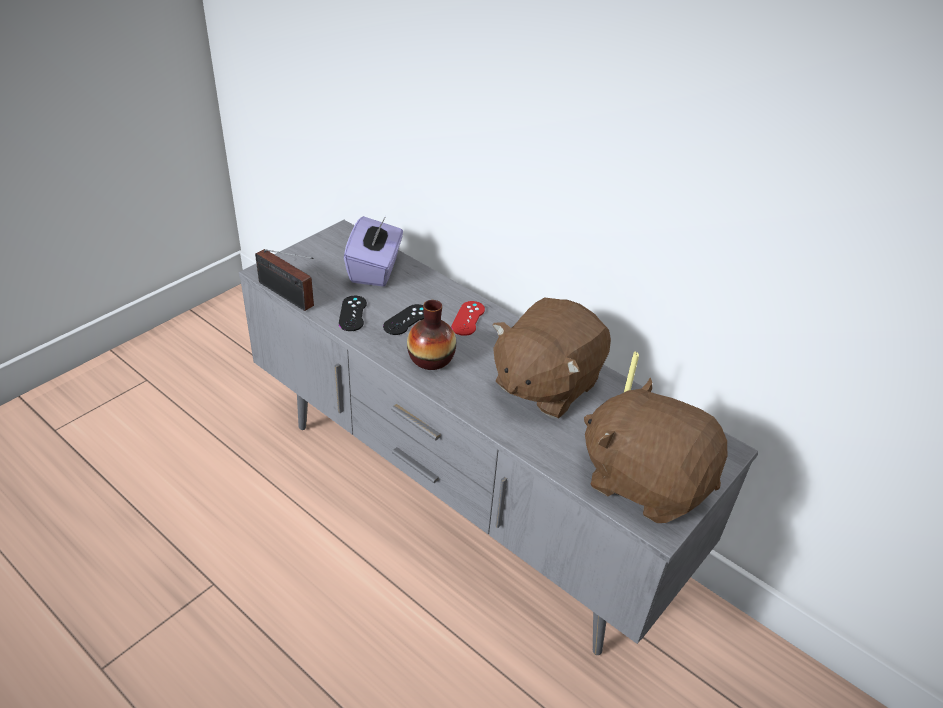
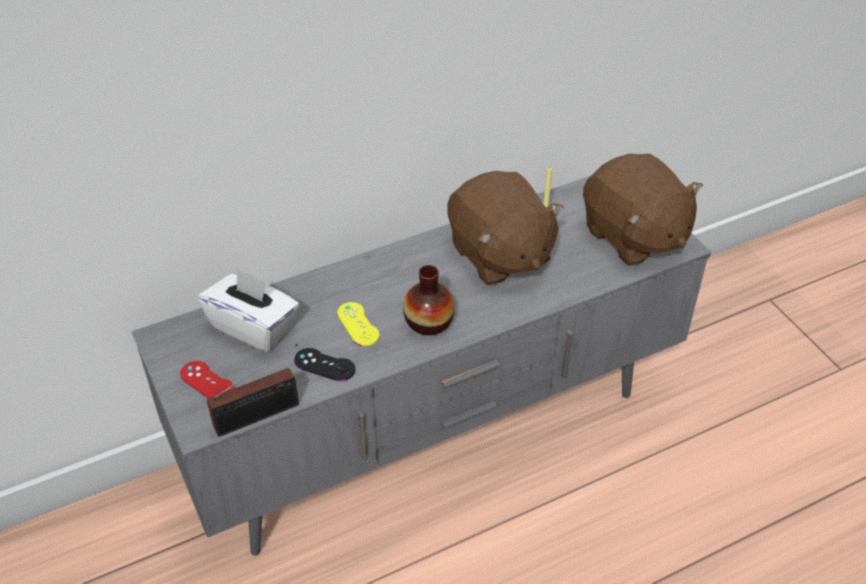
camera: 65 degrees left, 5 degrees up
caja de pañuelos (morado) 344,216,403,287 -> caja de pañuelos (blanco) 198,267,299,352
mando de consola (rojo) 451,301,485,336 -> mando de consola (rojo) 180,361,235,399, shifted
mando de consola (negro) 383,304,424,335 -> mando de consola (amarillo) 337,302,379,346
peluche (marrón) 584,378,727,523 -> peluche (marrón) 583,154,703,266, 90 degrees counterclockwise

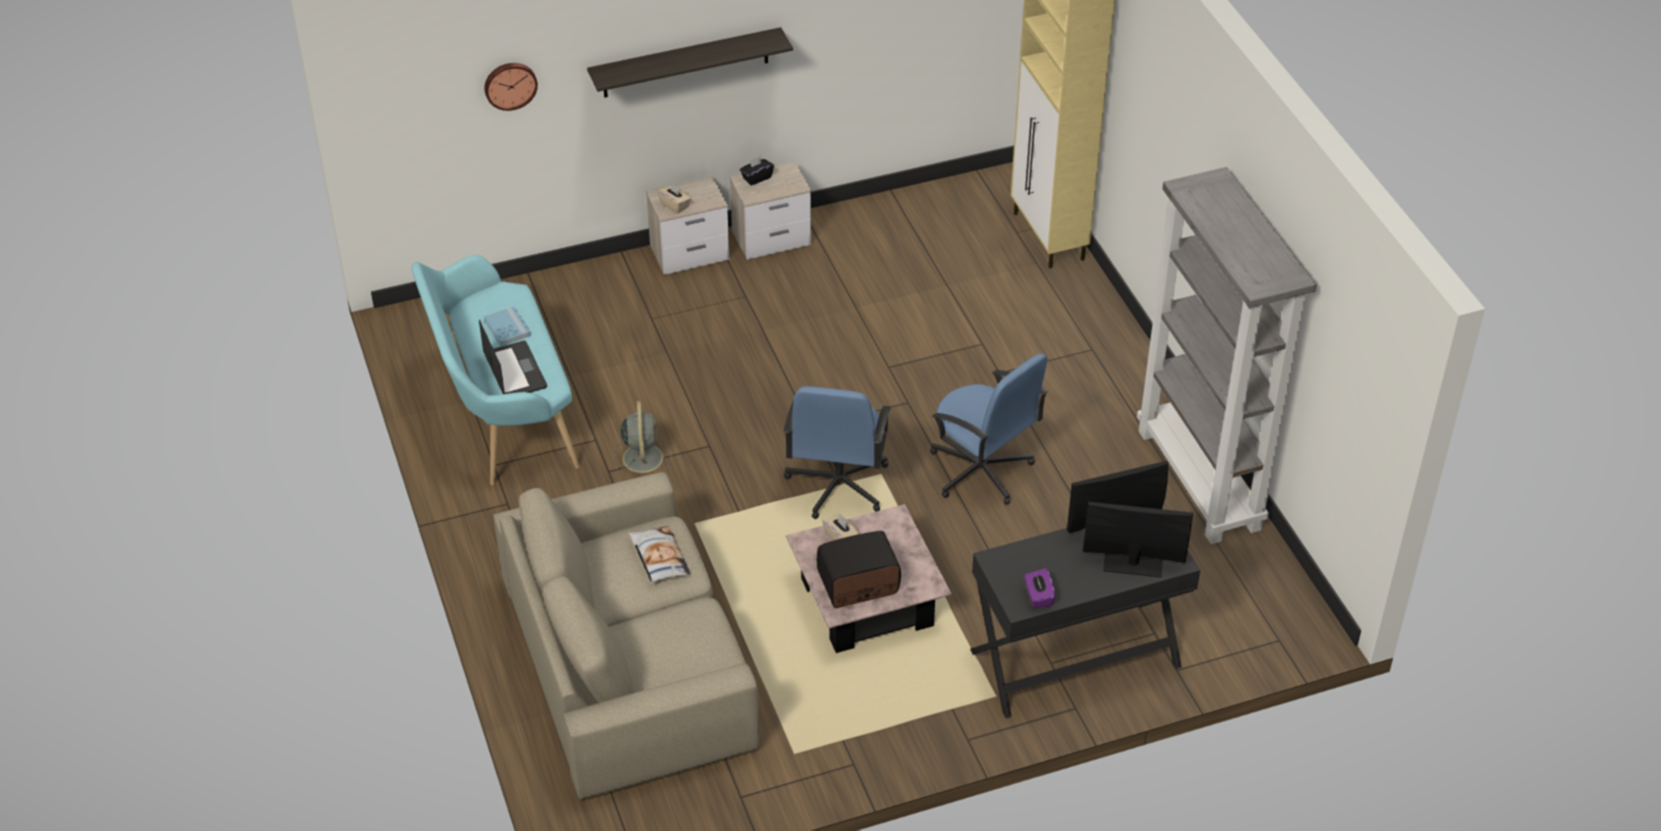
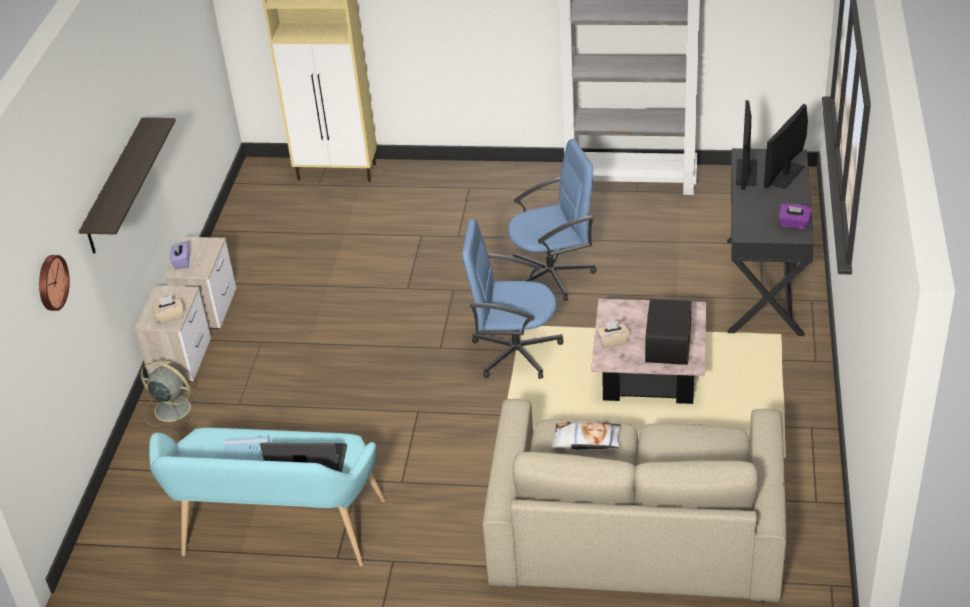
camera: 60 degrees left, 5 degrees down
caja de pañuelos (negro) 740,156,774,185 -> caja de pañuelos (morado) 170,241,190,269
silla de oficina (azul) 784,386,891,519 -> silla de oficina (azul) 462,218,563,379, 150 degrees clockwise
ventilador (gris) 613,401,672,479 -> ventilador (gris) 141,362,199,427, shifted

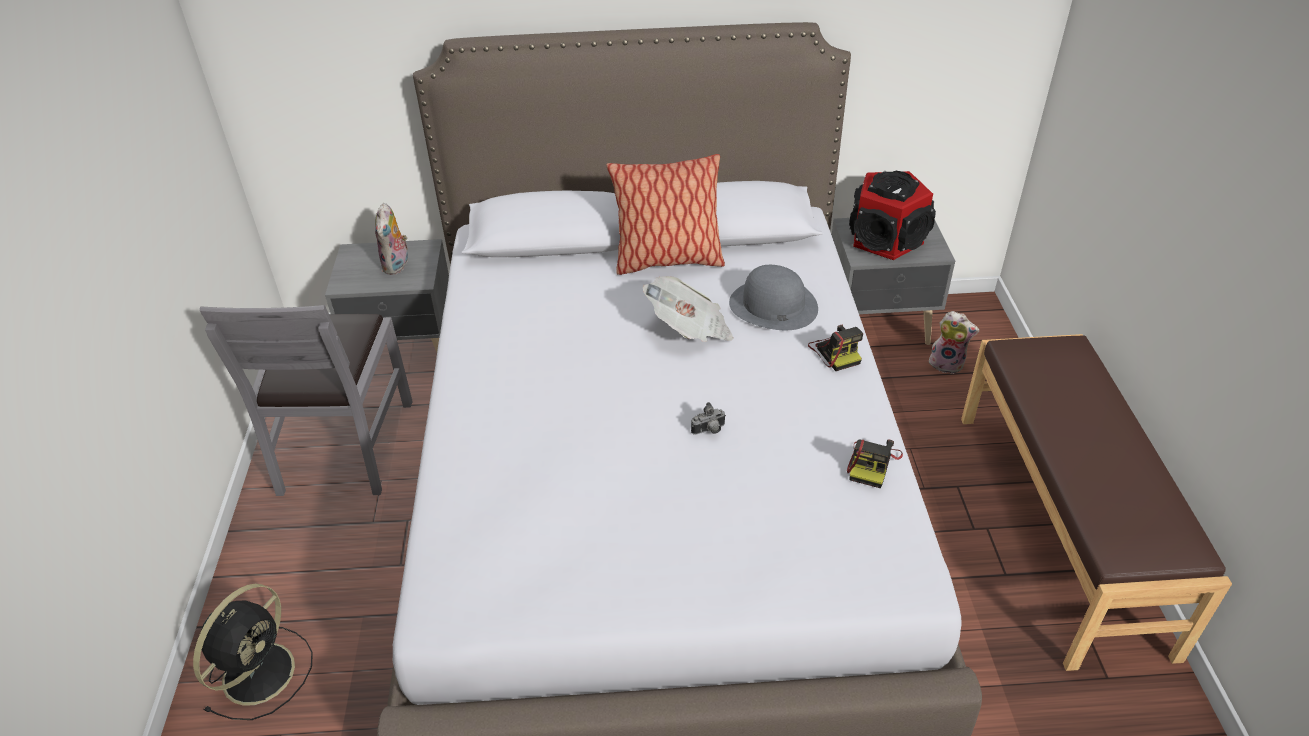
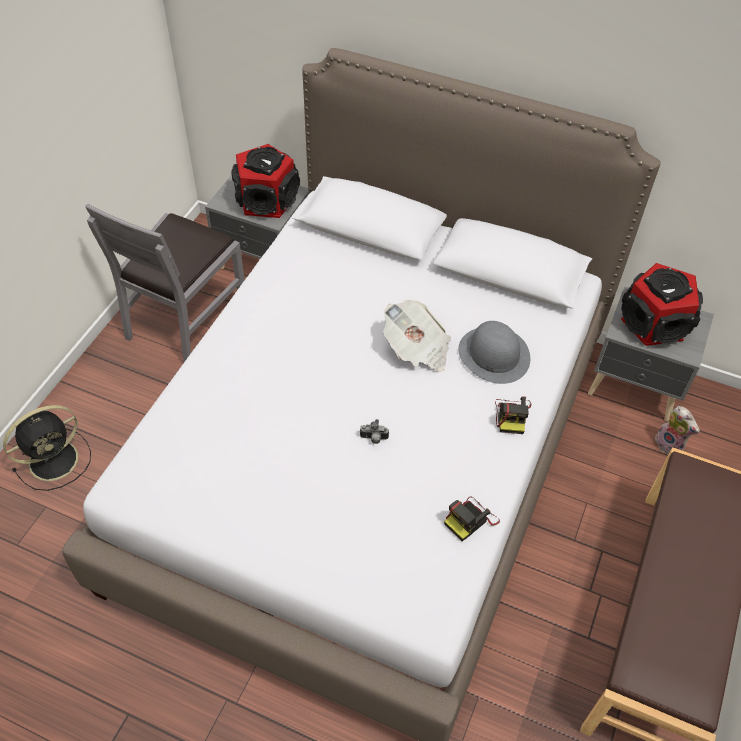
camera: 25 degrees right, 10 degrees up
cojín 606,154,725,275 -> none
peluche 375,203,408,275 -> altavoz 231,144,300,218

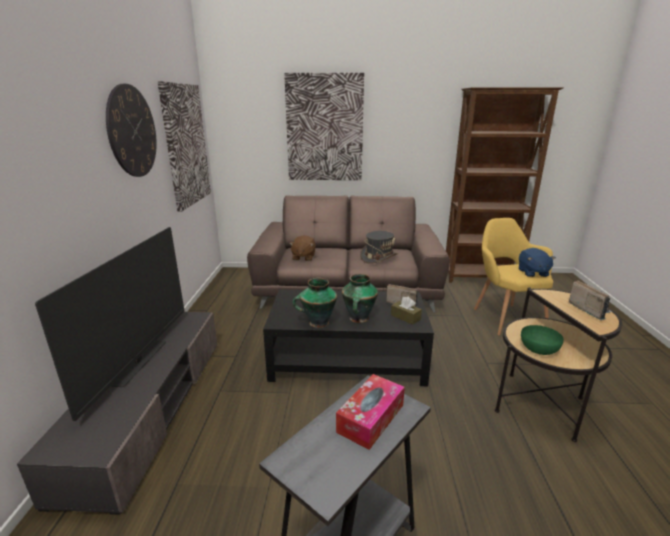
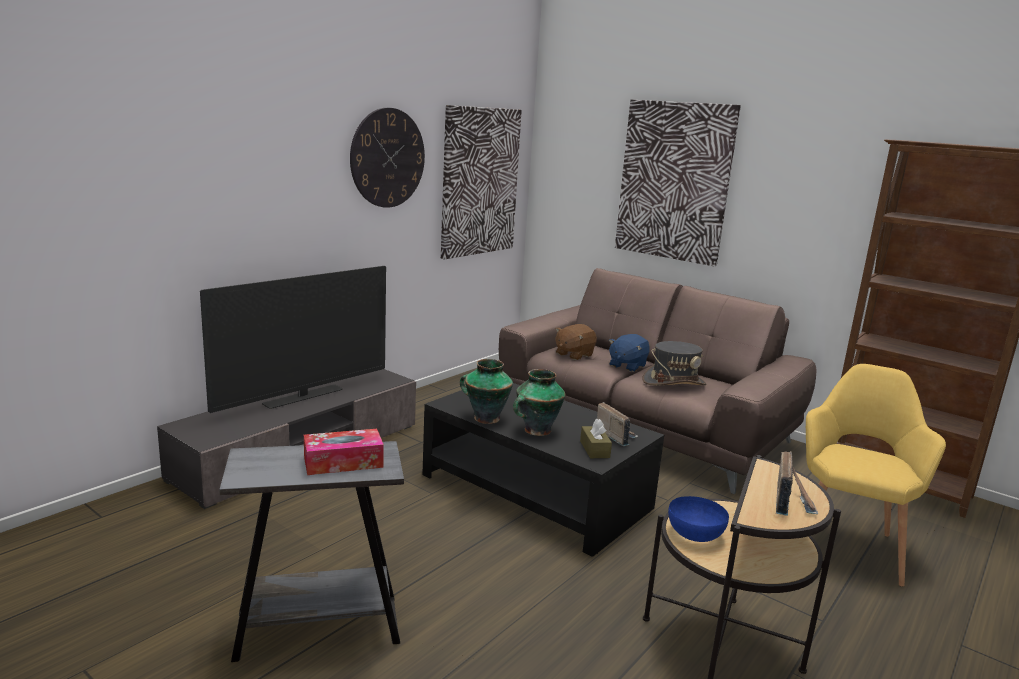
camera: 35 degrees right, 5 degrees down
peluche (azul) 519,248,556,277 -> peluche (azul) 609,334,649,372, shifted
cuenco (verde) 521,325,564,355 -> cuenco (azul) 668,496,729,542

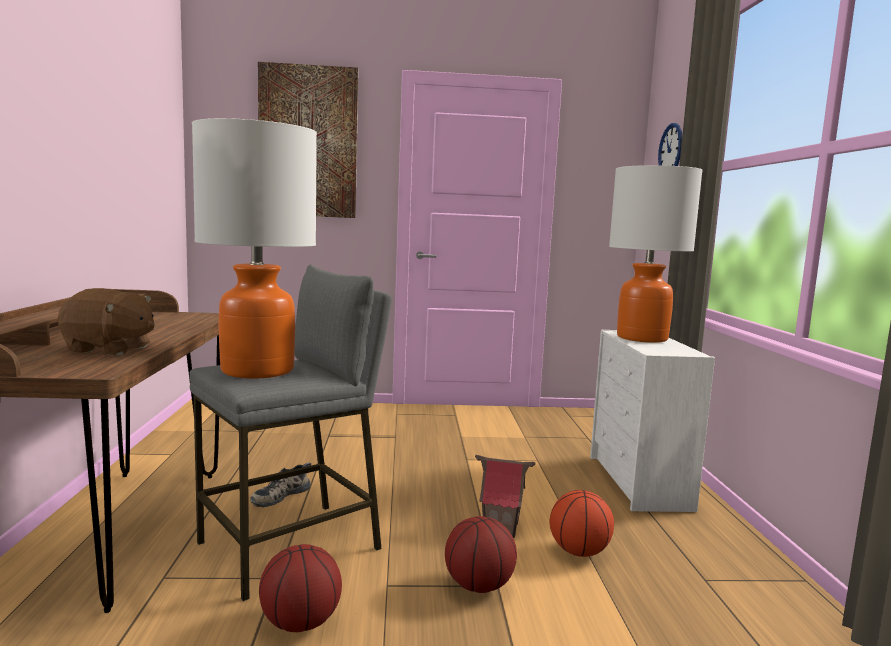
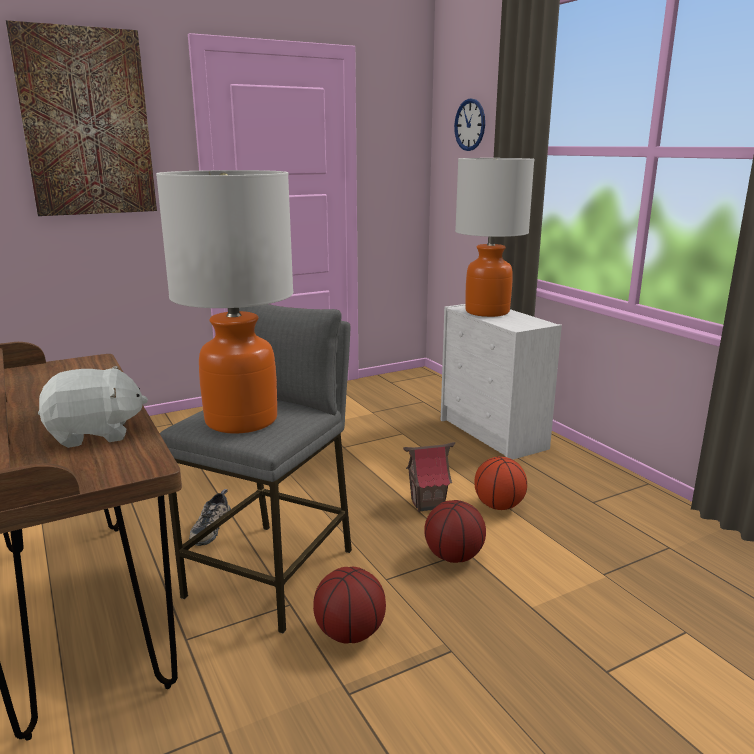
camera: 25 degrees left, 10 degrees up
peluche (marrón) 58,288,155,355 -> peluche (blanco) 38,366,148,448

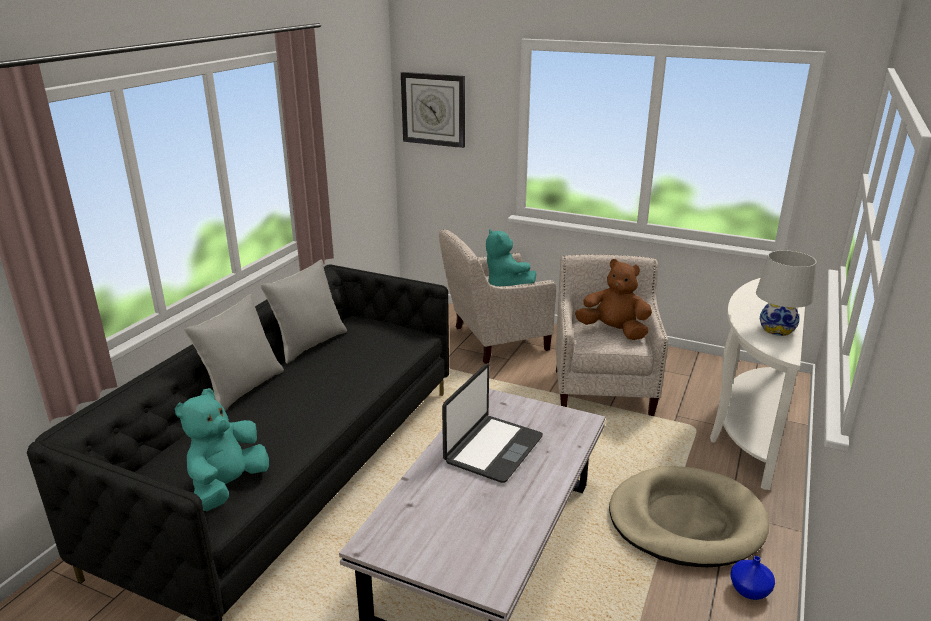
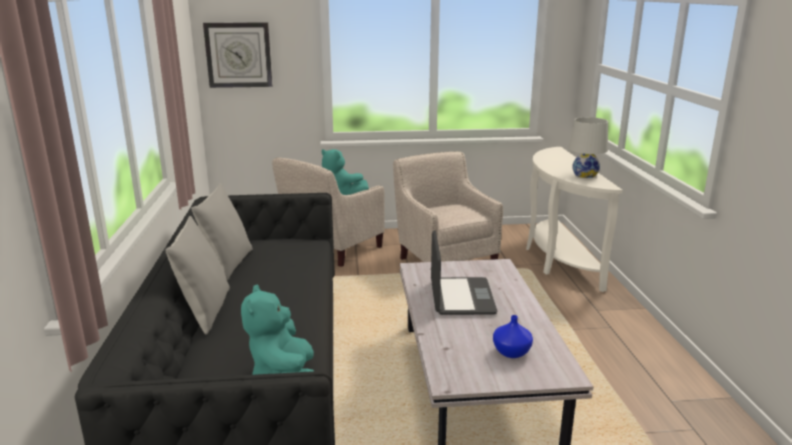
camera: 30 degrees left, 5 degrees down
peluche (marrón) 575,259,652,340 -> none
cama para perro (beis) 609,466,769,567 -> none
florero (azul) 730,556,775,600 -> florero (azul) 493,315,533,358, shifted

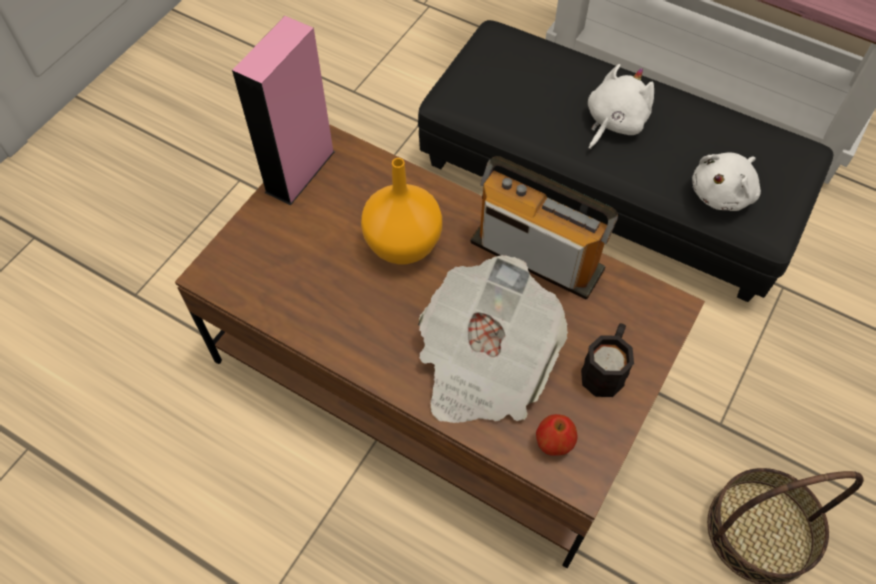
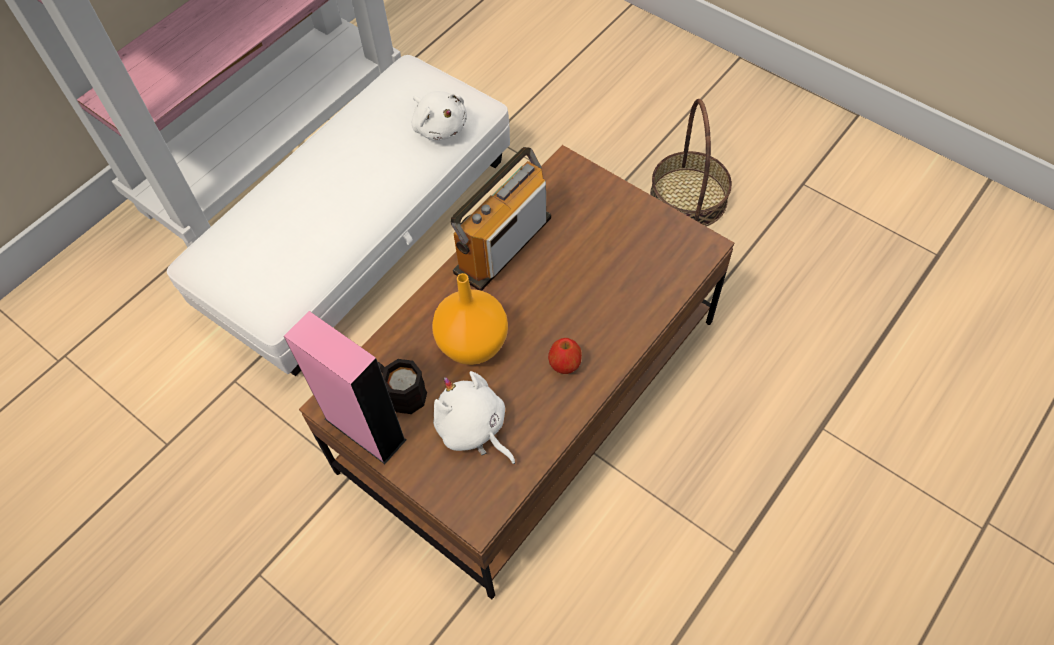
camera: 80 degrees left, 0 degrees up
puf (negro) 418,20,833,302 -> puf (blanco) 167,55,510,376
peluche (blanco) 588,64,654,150 -> peluche (blanco) 433,371,515,464, shifted
periódico 418,255,568,423 -> none
taza grande (negro) 581,323,634,397 -> taza grande (negro) 378,359,427,414, shifted
manzana 536,414,577,455 -> manzana 548,338,582,374, shifted

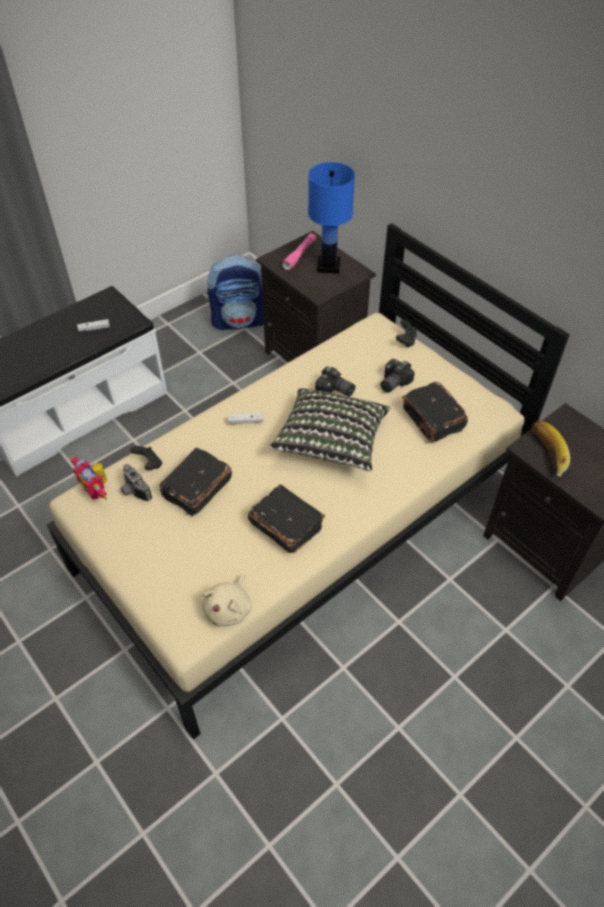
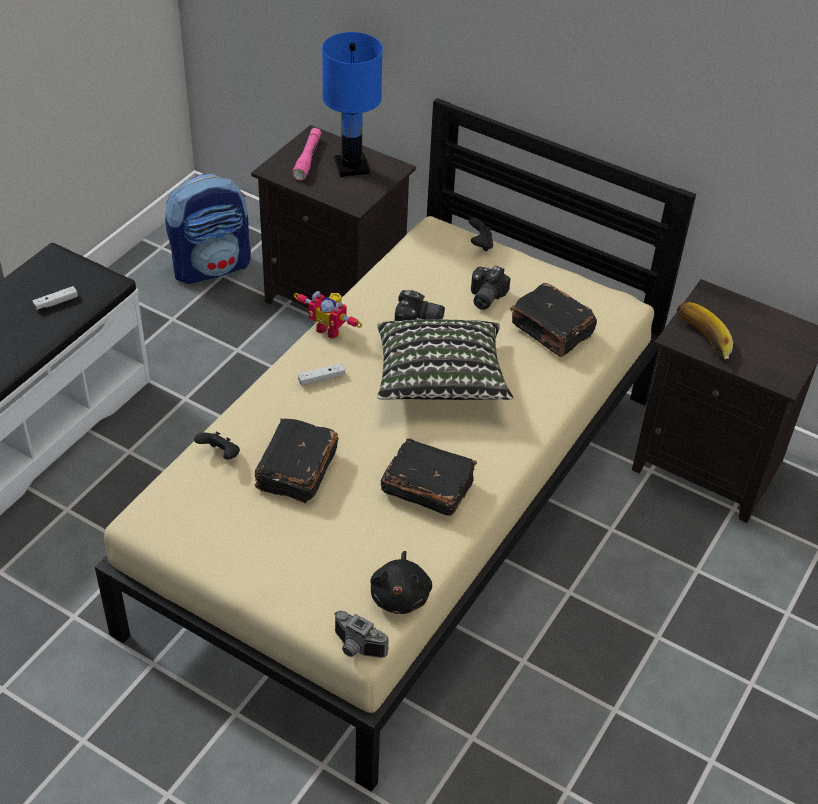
camera: 20 degrees left, 5 degrees down
robot de juguete 71,456,107,500 -> robot de juguete 293,291,362,338, shifted
cámara 121,464,152,501 -> cámara 334,611,389,658, shifted
peluche (beis) 202,574,252,627 -> peluche (negro) 370,551,432,614

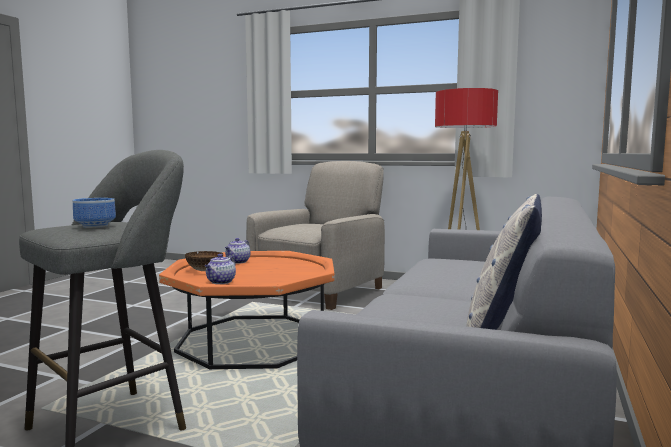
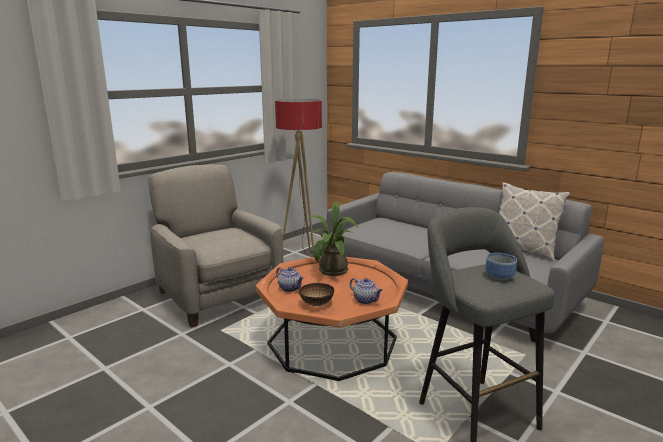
camera: 70 degrees left, 10 degrees up
none -> planta en maceta 309,201,358,276

